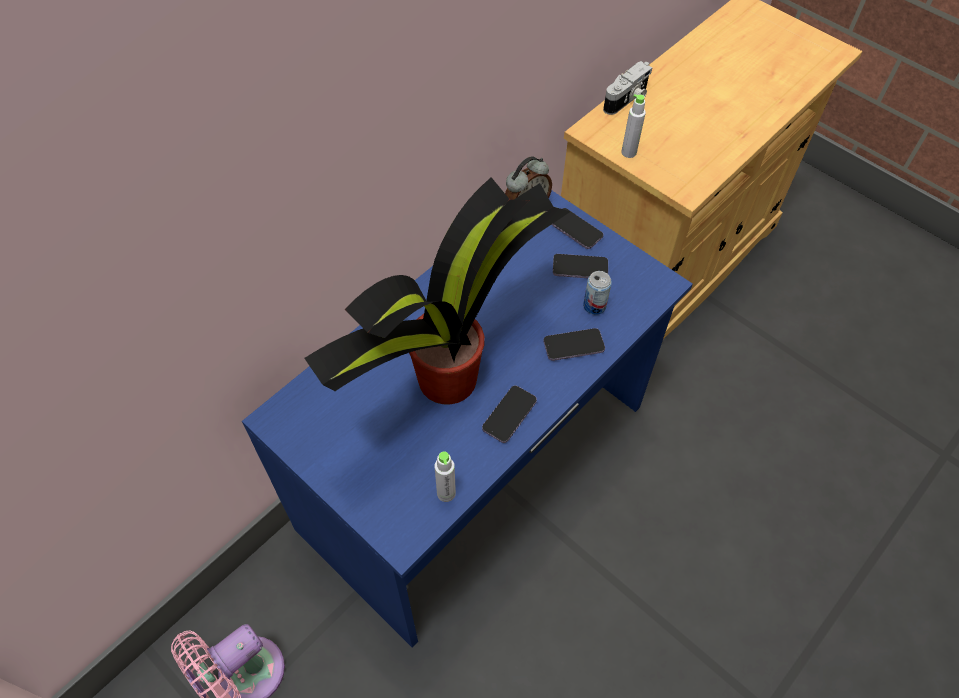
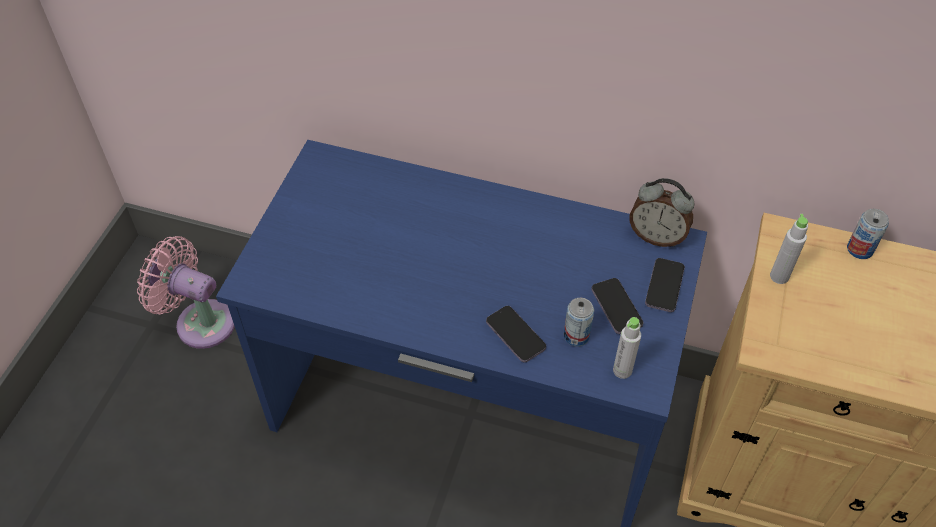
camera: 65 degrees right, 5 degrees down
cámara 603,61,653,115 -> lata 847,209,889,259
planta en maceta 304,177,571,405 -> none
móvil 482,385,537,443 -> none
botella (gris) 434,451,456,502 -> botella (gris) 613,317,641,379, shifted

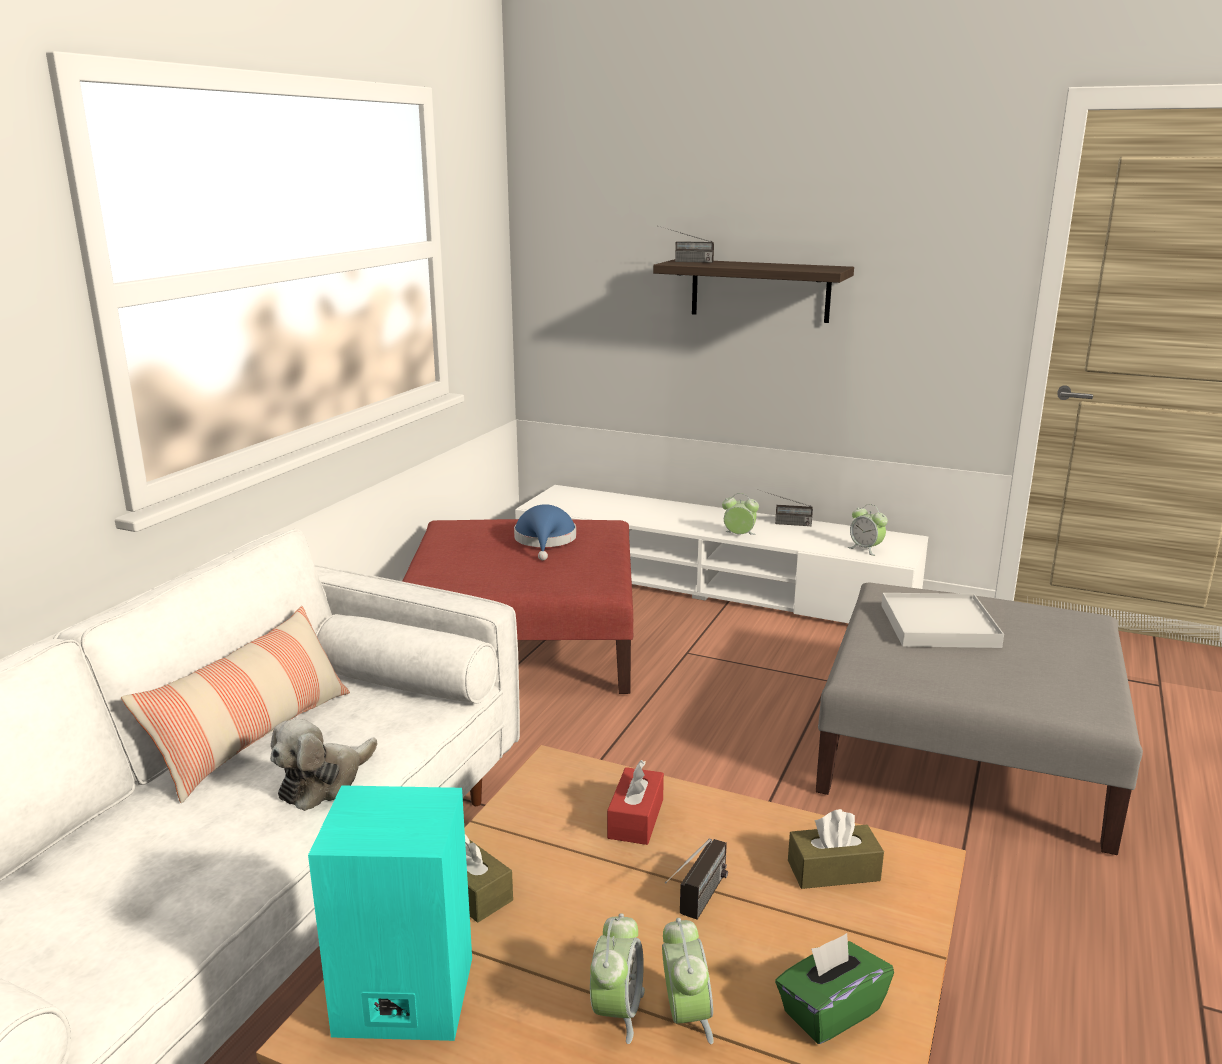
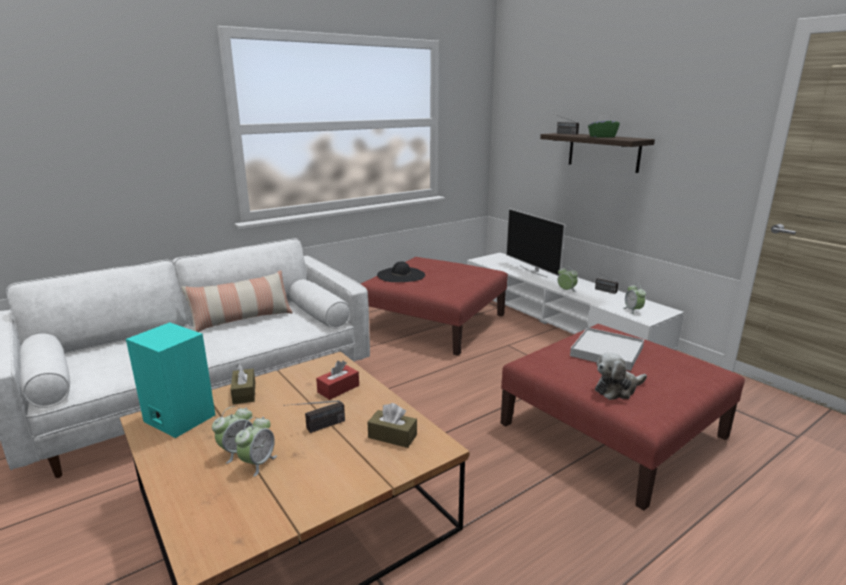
camera: 30 degrees right, 0 degrees up
sombrero (azul) 514,504,576,561 -> none
puf (gris) 816,583,1143,855 -> puf (rojo) 501,324,745,511
peluche 270,719,378,811 -> peluche 595,353,647,400, shifted
caja de pañuelos (verde) 775,933,894,1044 -> caja de pañuelos (verde) 588,115,620,138, shifted
none -> televisor 506,208,565,278
none -> sombrero (negro) 377,261,425,282

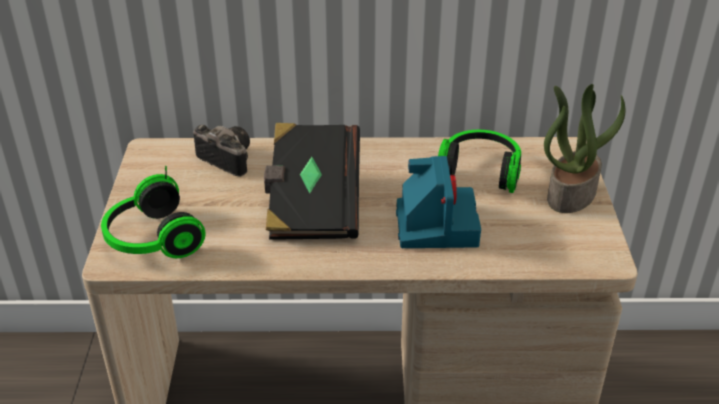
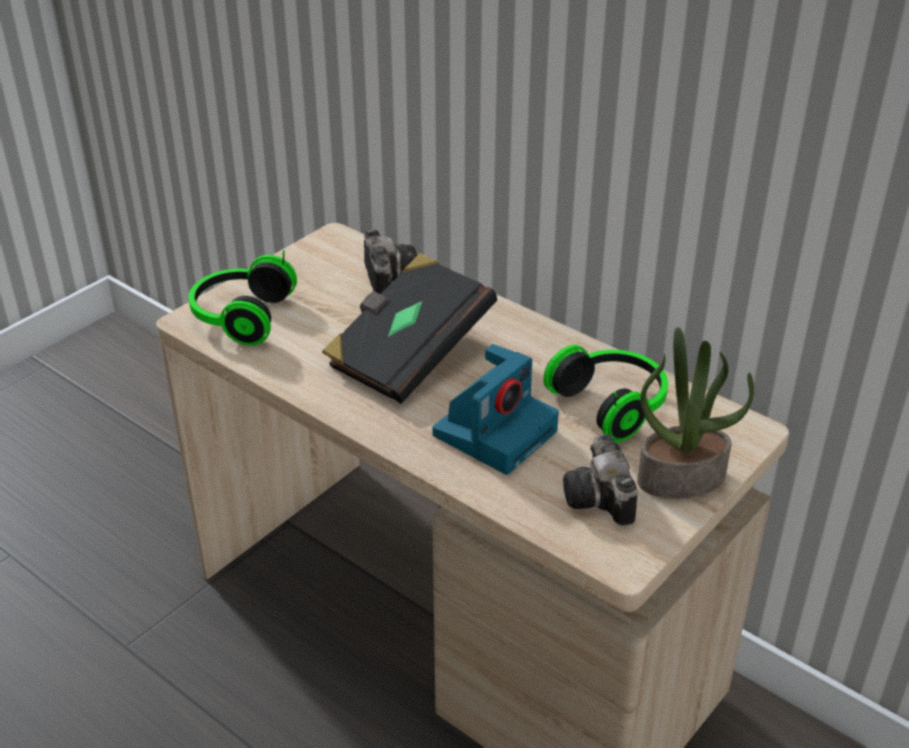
camera: 40 degrees right, 0 degrees up
none -> cámara 563,434,637,526

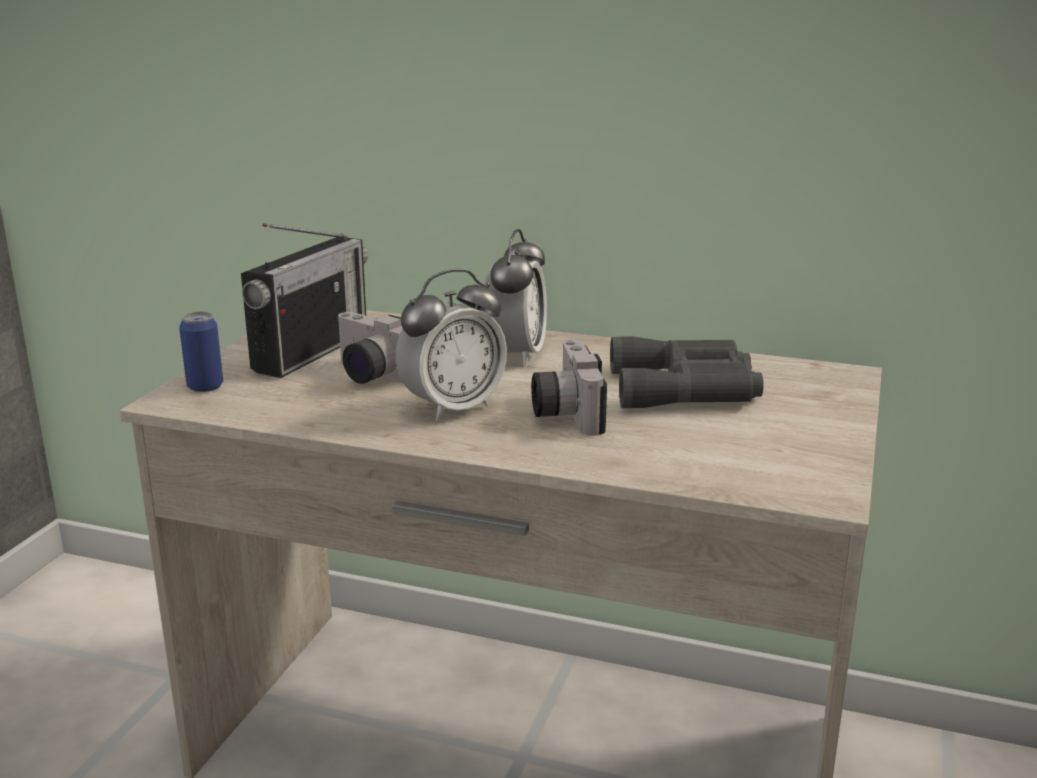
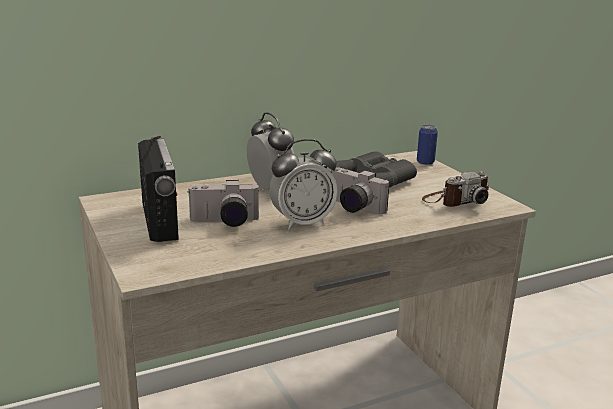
camera: 45 degrees left, 0 degrees up
despertador 396,269,507,421 -> despertador 269,139,338,230, 60 degrees clockwise
lata 179,311,223,392 -> lata 417,124,438,165, shifted
none -> cámara 422,172,489,207

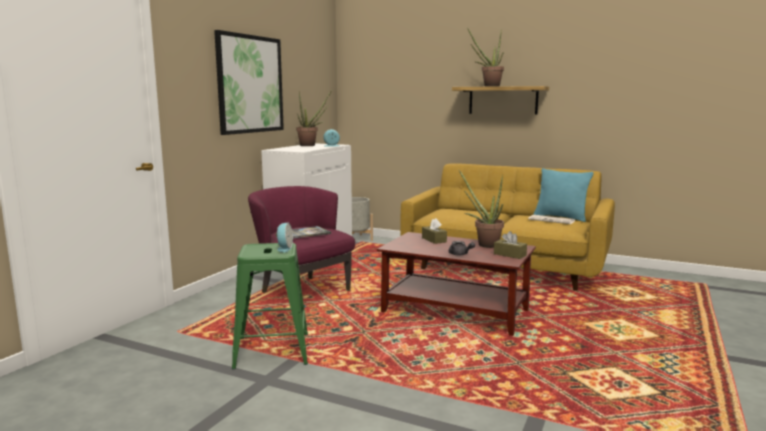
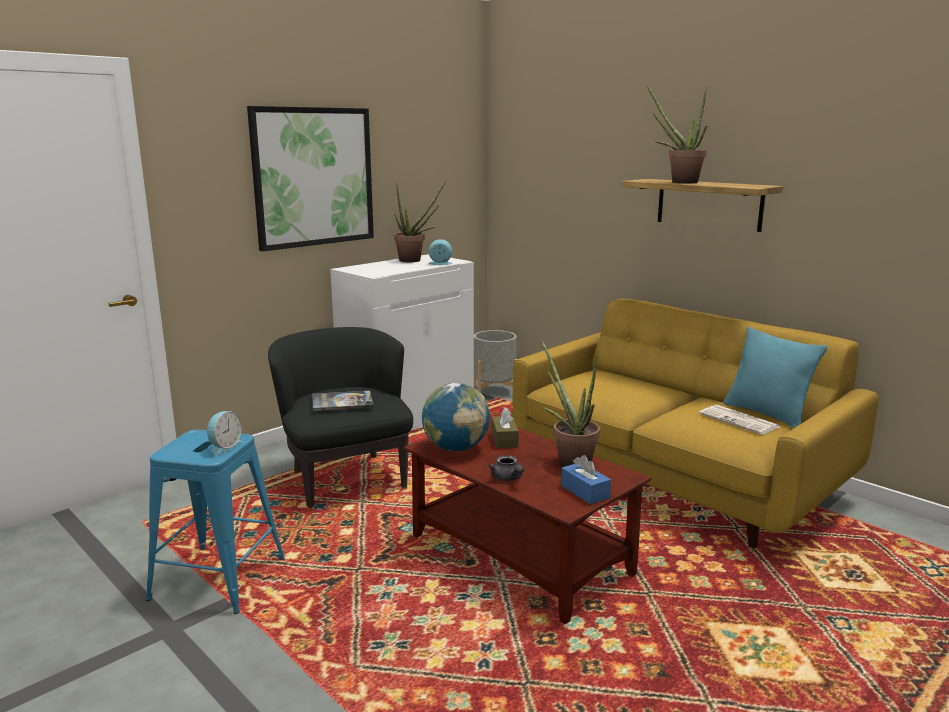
camera: 20 degrees right, 5 degrees up
sillón (morado) 248,186,355,292 -> sillón (negro) 268,327,413,508
caja de pañuelos (marrón) 494,231,527,259 -> caja de pañuelos (azul) 561,455,611,504
taburete (verde) 232,243,308,369 -> taburete (azul) 146,430,285,614
none -> globo terráqueo 422,383,490,451

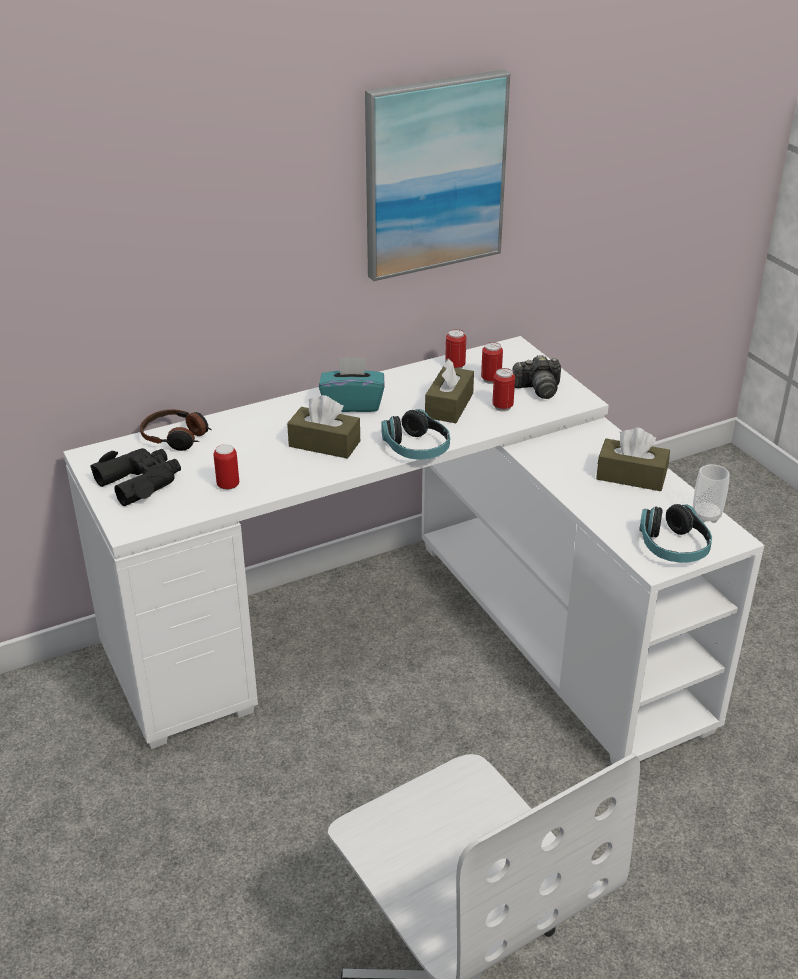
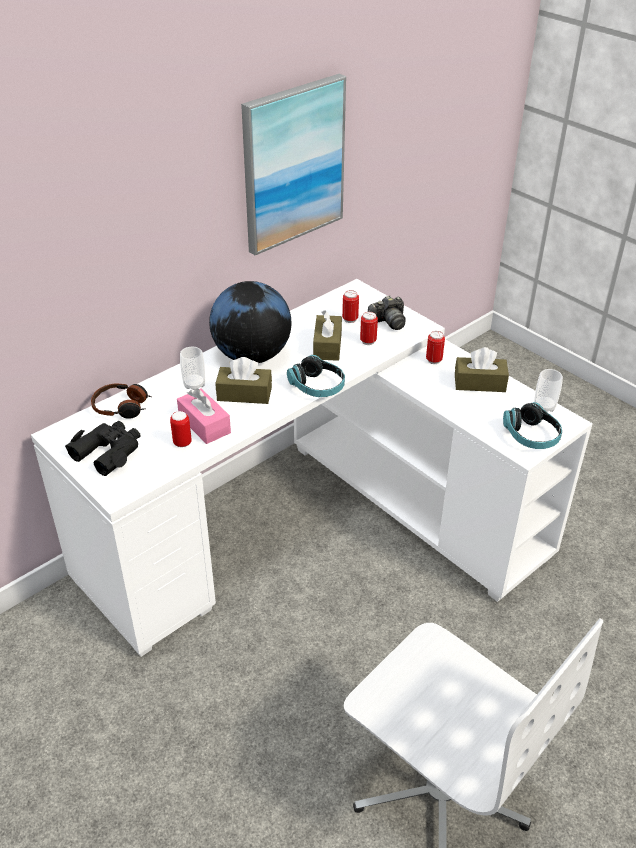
camera: 15 degrees left, 5 degrees up
lata 445,329,466,369 -> lata 426,331,445,364, shifted
caja de pañuelos (turquesa) 319,357,385,412 -> globo terráqueo 209,281,292,363
none -> taza 180,347,205,390
none -> caja de pañuelos (rosa) 177,389,231,444

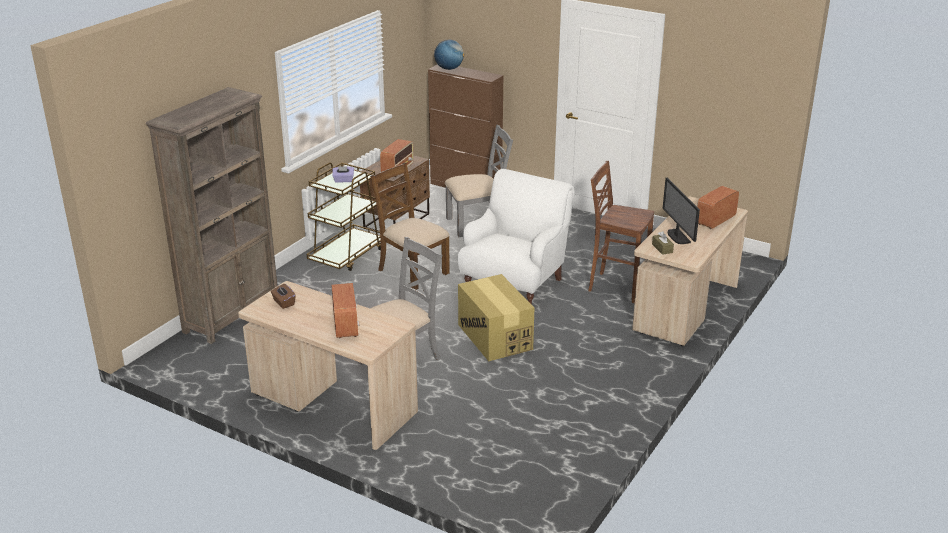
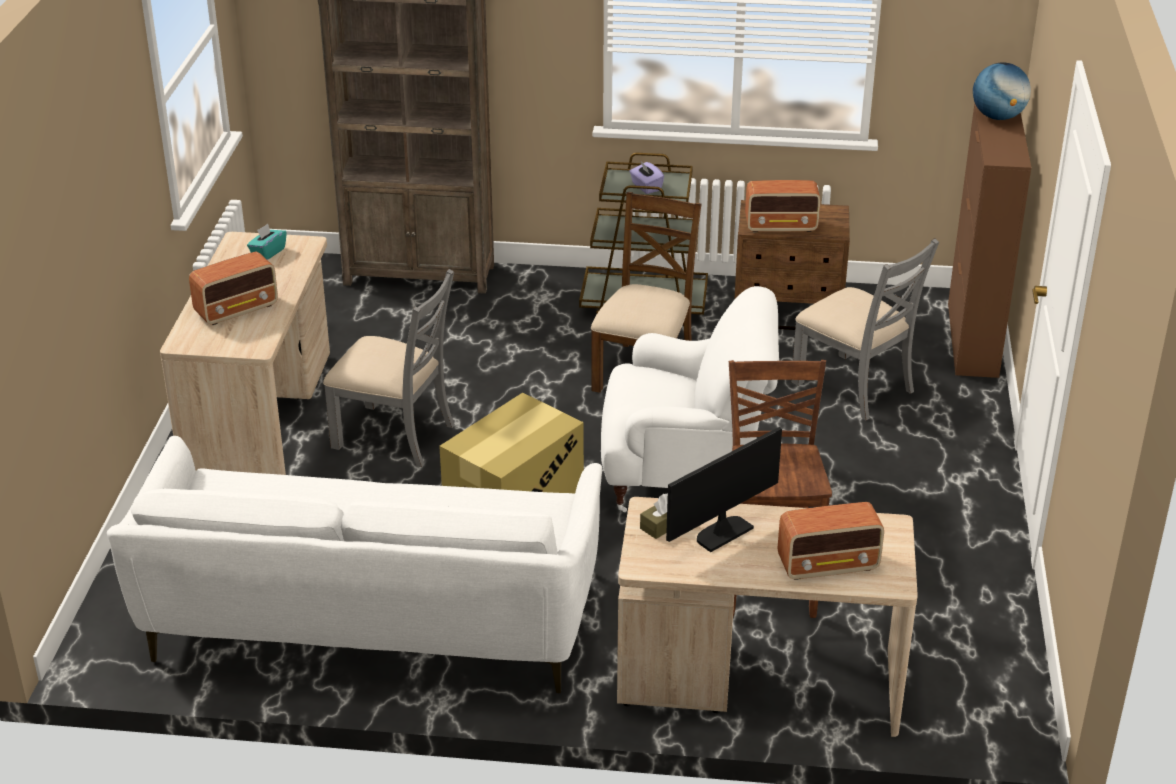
camera: 65 degrees right, 5 degrees up
radio 697,186,739,229 -> radio 777,502,884,580, 150 degrees clockwise
caja de pañuelos (marrón) 271,284,296,309 -> caja de pañuelos (turquesa) 247,224,287,260
none -> sofá (blanco) 107,436,602,694

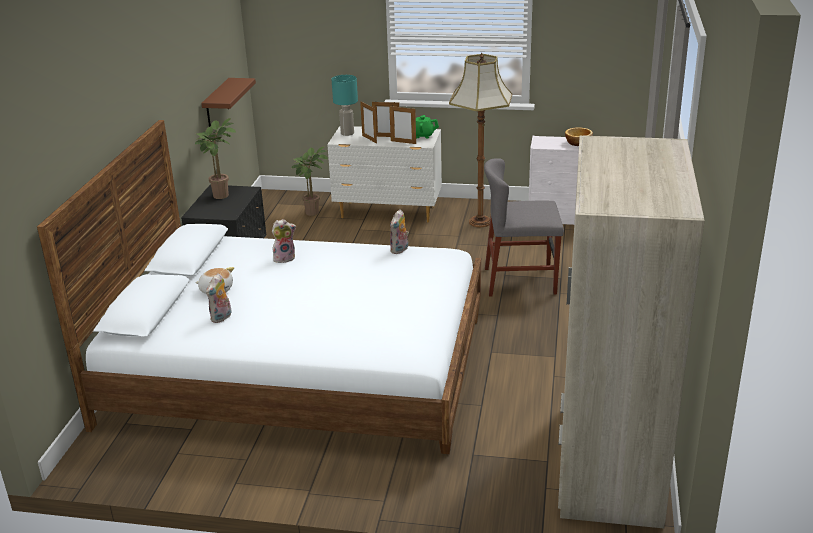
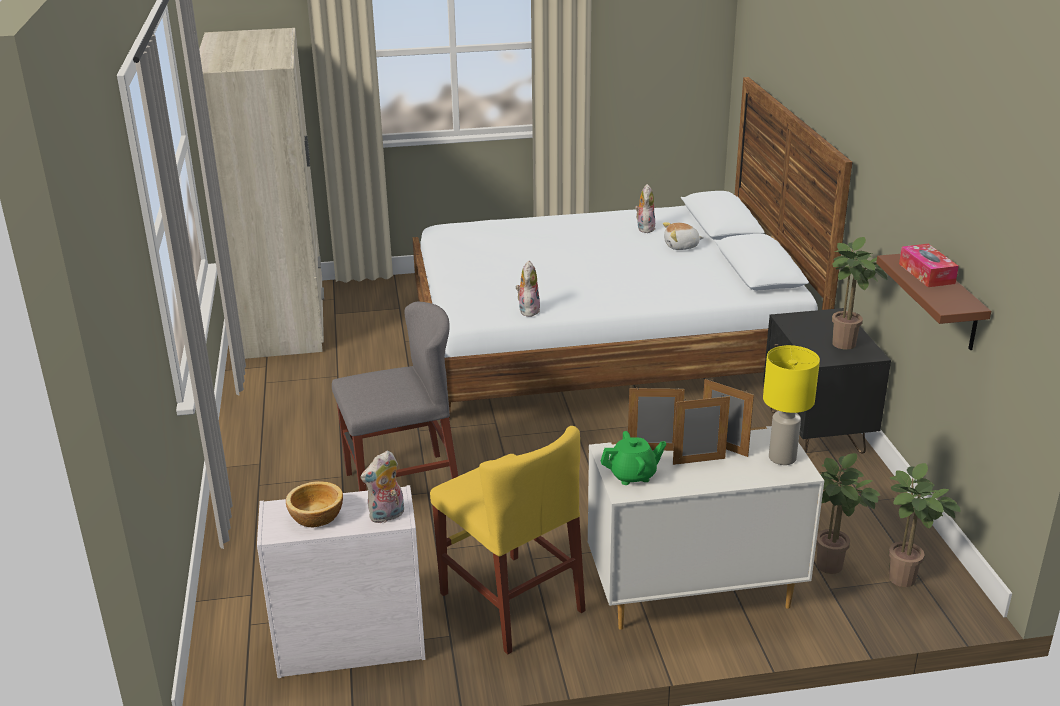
camera: 160 degrees right, 0 degrees up
lámpara de pie 449,53,512,227 -> silla (amarillo) 430,426,586,655
lámpara de mesa (turquesa) 332,75,358,136 -> lámpara de mesa (amarillo) 763,345,820,465
peluche 272,219,296,263 -> peluche 361,451,404,523, shifted
none -> caja de pañuelos 899,244,959,287
none -> planta en maceta 889,463,961,587

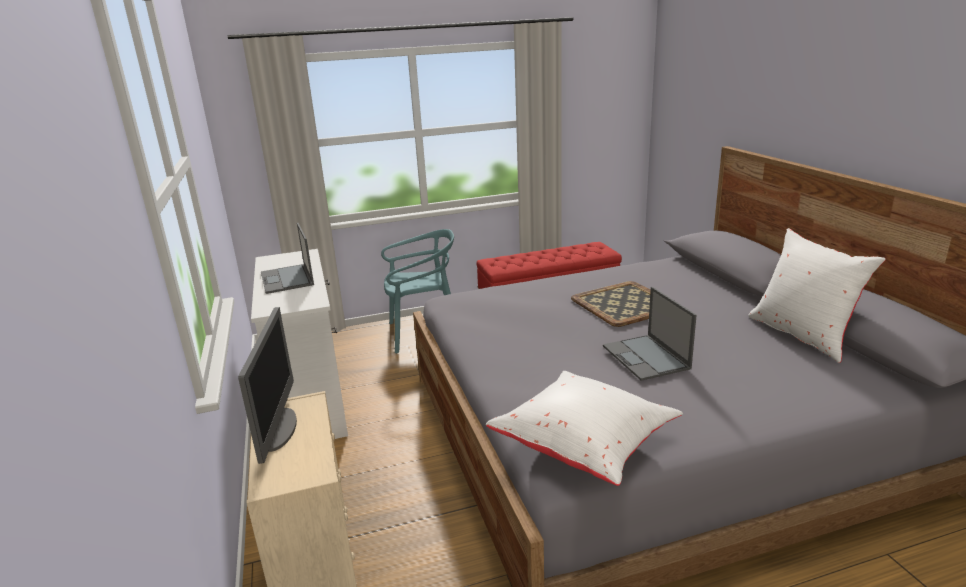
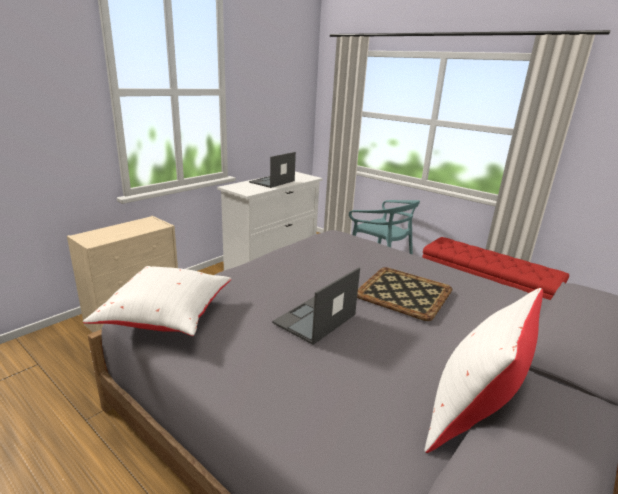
camera: 55 degrees right, 0 degrees up
monitor 238,307,297,464 -> none

